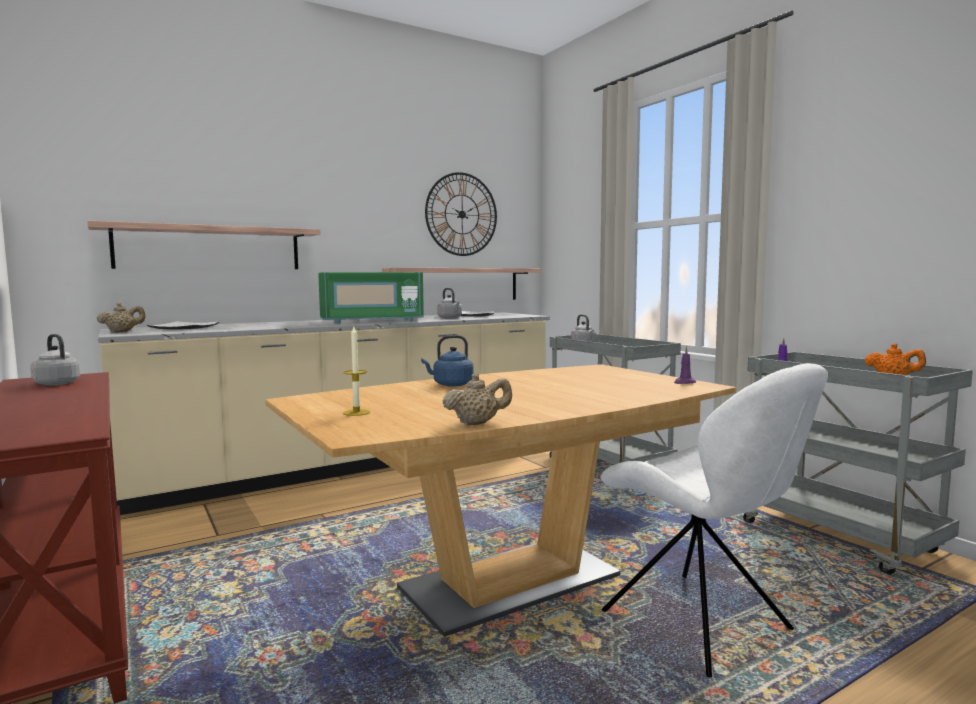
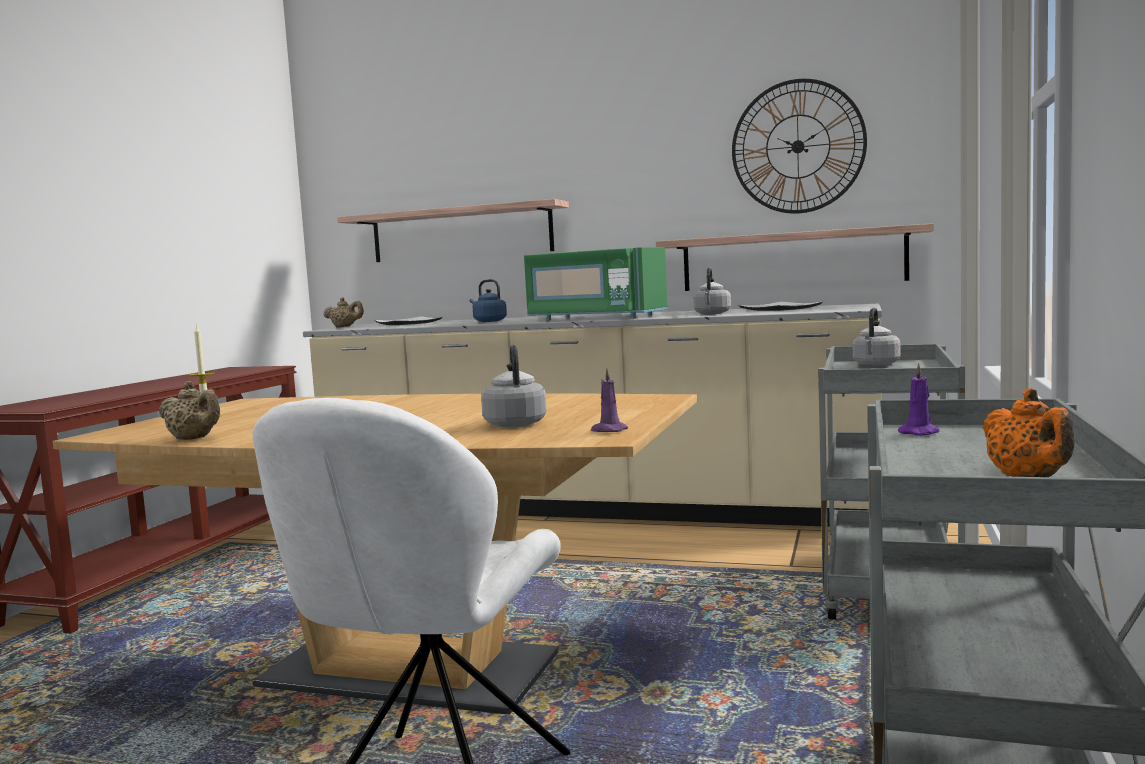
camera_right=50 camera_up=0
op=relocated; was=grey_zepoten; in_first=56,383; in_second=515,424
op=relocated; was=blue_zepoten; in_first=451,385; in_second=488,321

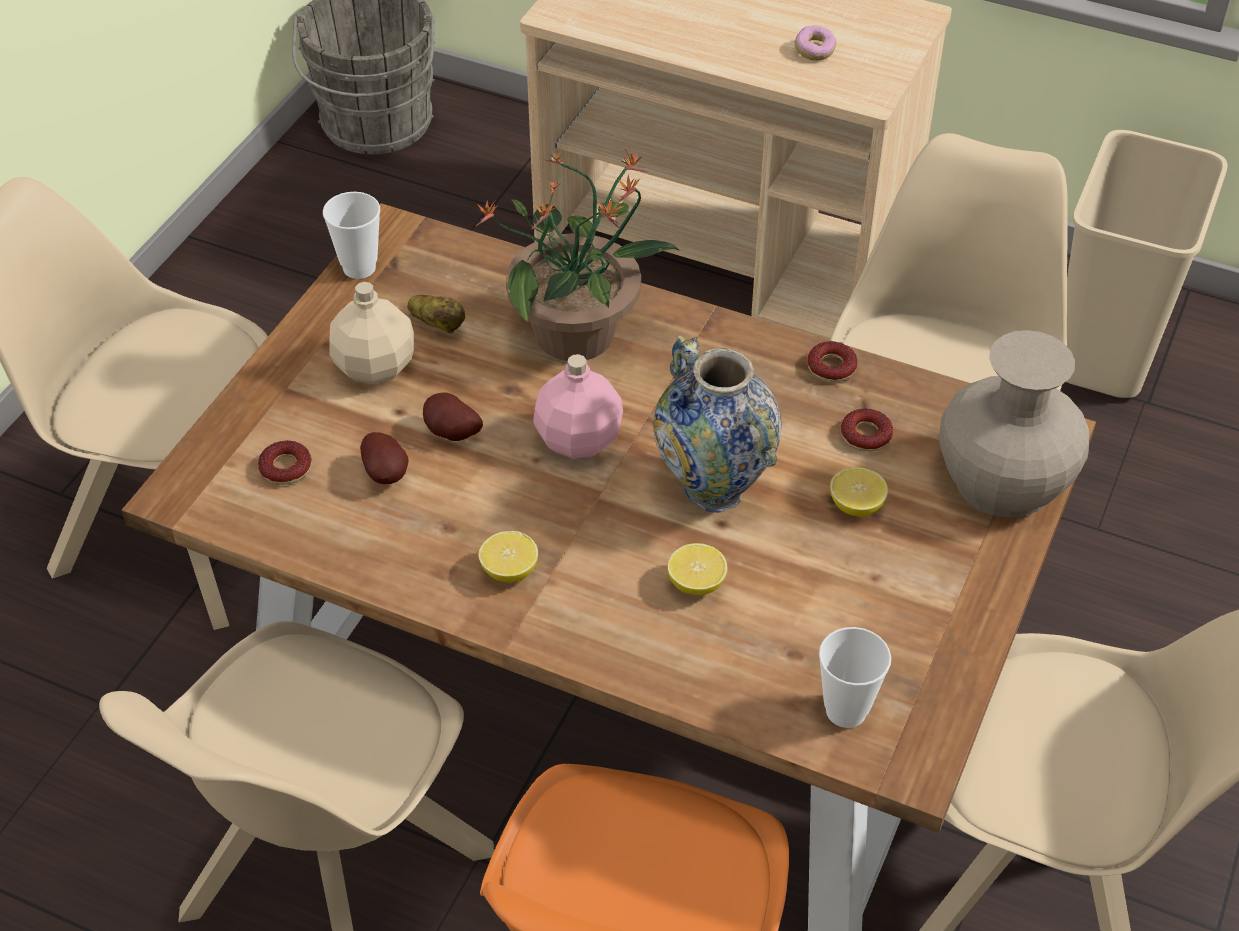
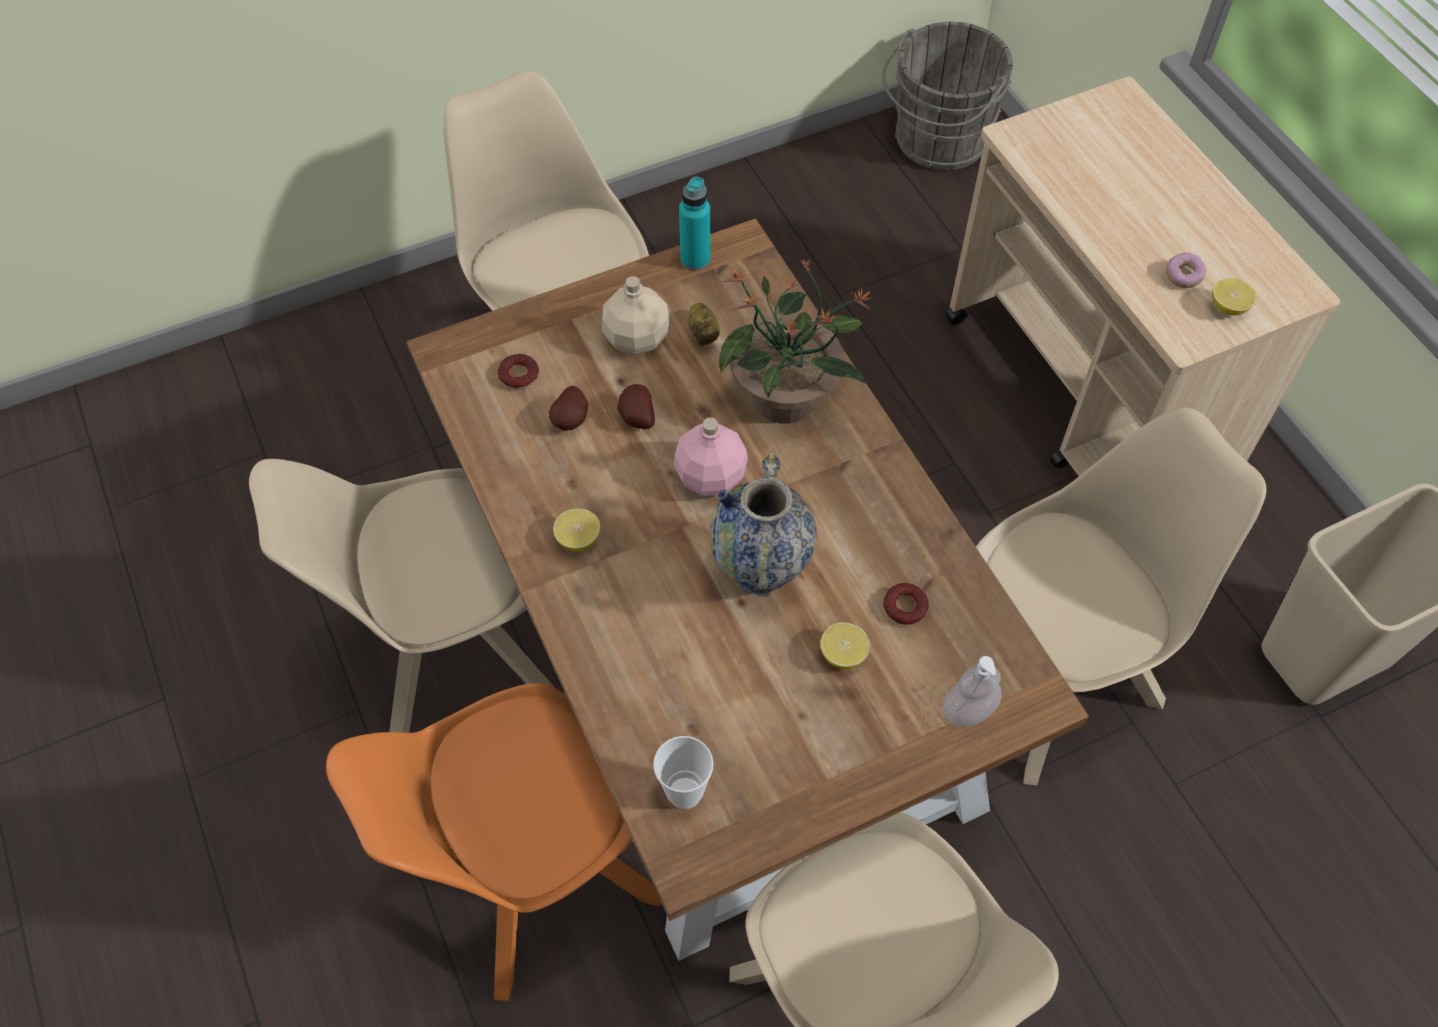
camera_right=40 camera_up=10
op=exchanged; was=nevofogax; now=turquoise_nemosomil; in_first=359,268; in_second=695,259
op=relocated; was=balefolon; in_first=696,583; in_second=1228,307
op=missing; was=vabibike; in_first=831,367
op=exchanged; was=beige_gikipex; now=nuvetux; in_first=1003,480; in_second=968,710

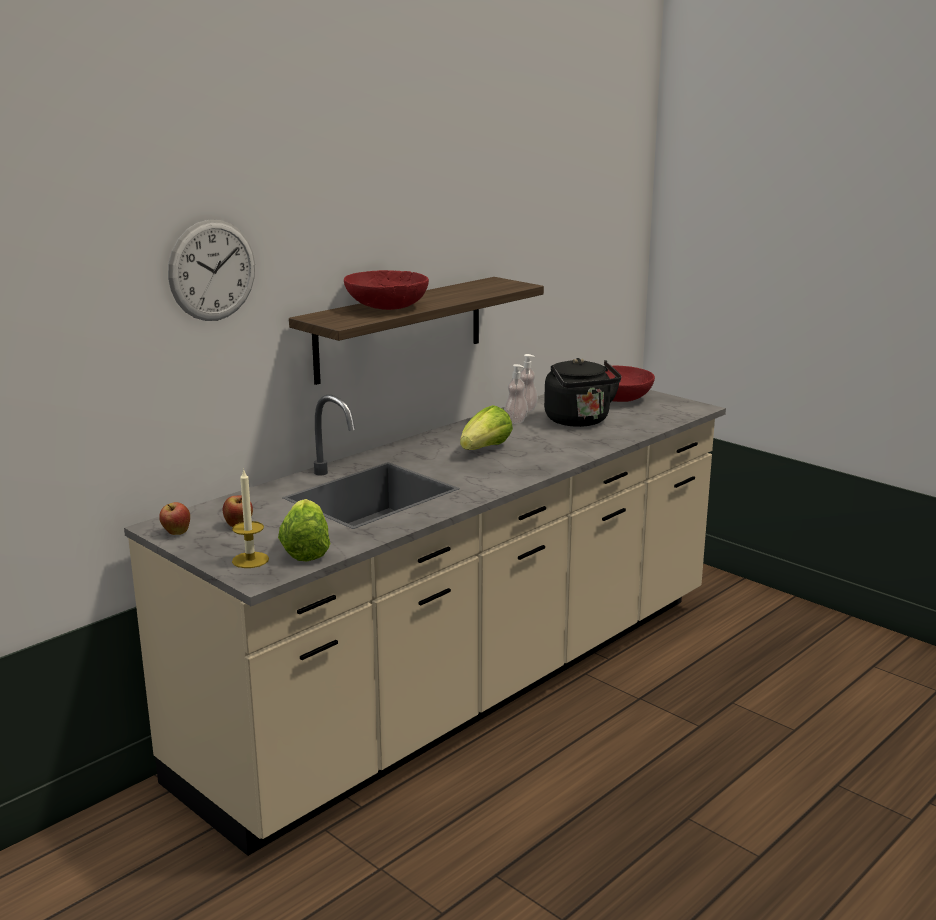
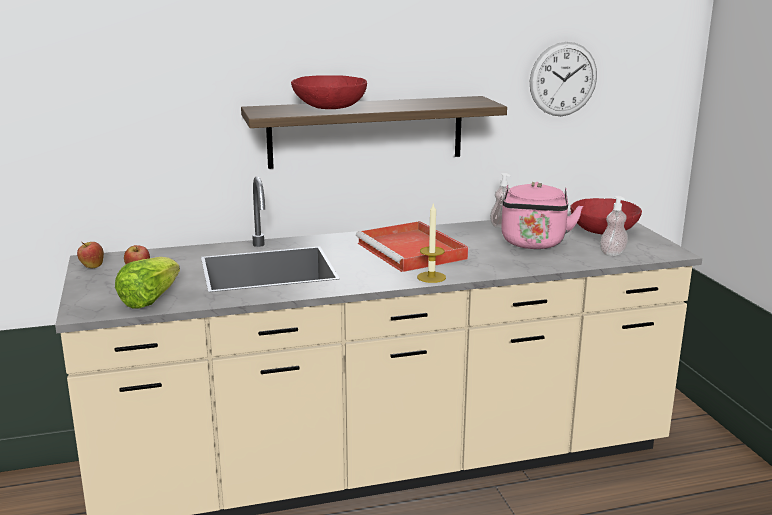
camera_right=30 camera_up=0
op=relocated; was=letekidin; in_first=212,270; in_second=563,79
op=relocated; was=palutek; in_first=250,560; in_second=431,277
op=exchanged; was=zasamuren; now=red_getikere; in_first=485,449; in_second=413,251
op=relocated; was=nuvetux; in_first=515,421; in_second=612,253
op=colour; was=black_zepoten; now=pink_zepoten; in_first=579,421; in_second=533,244

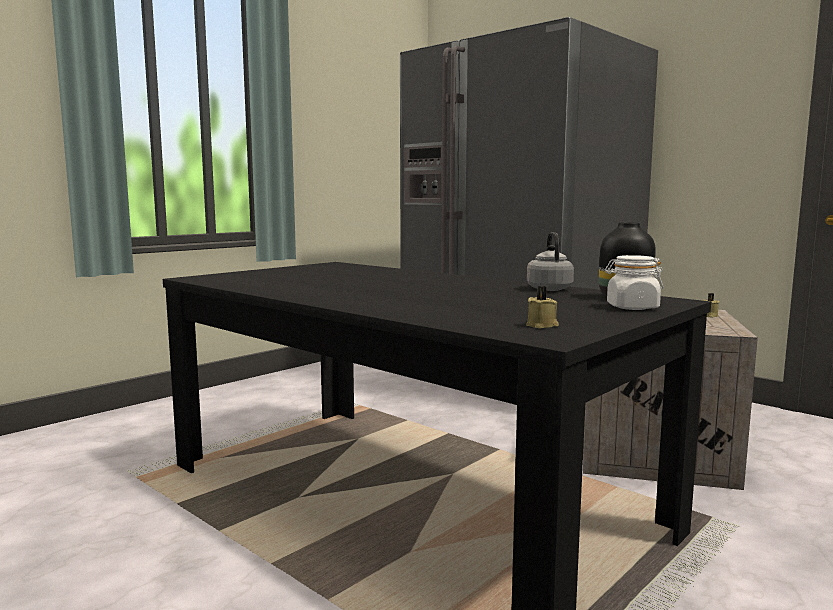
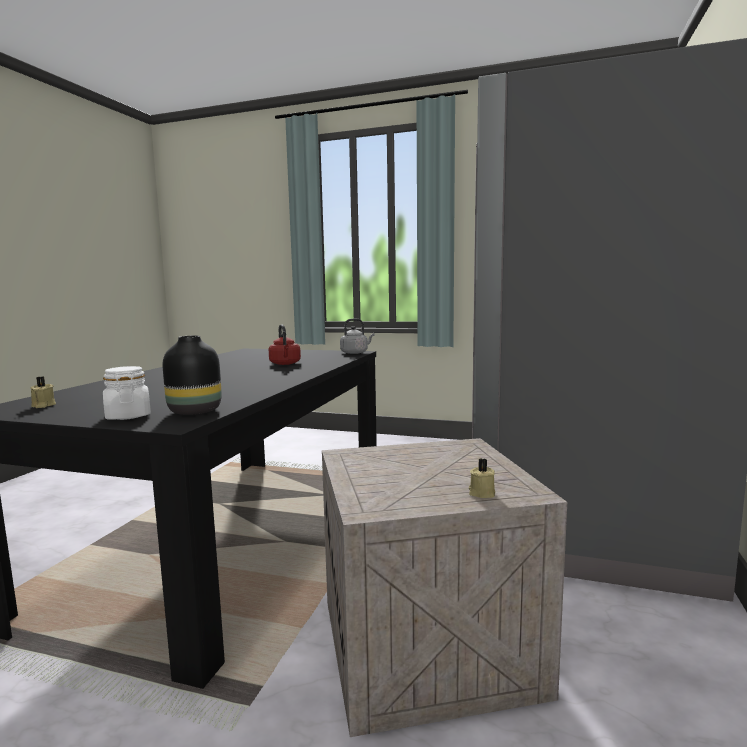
camera_right=65 camera_up=0
op=relocated; was=grey_zepoten; in_first=548,288; in_second=355,352
op=appeared; now=red_zepoten; in_second=285,364

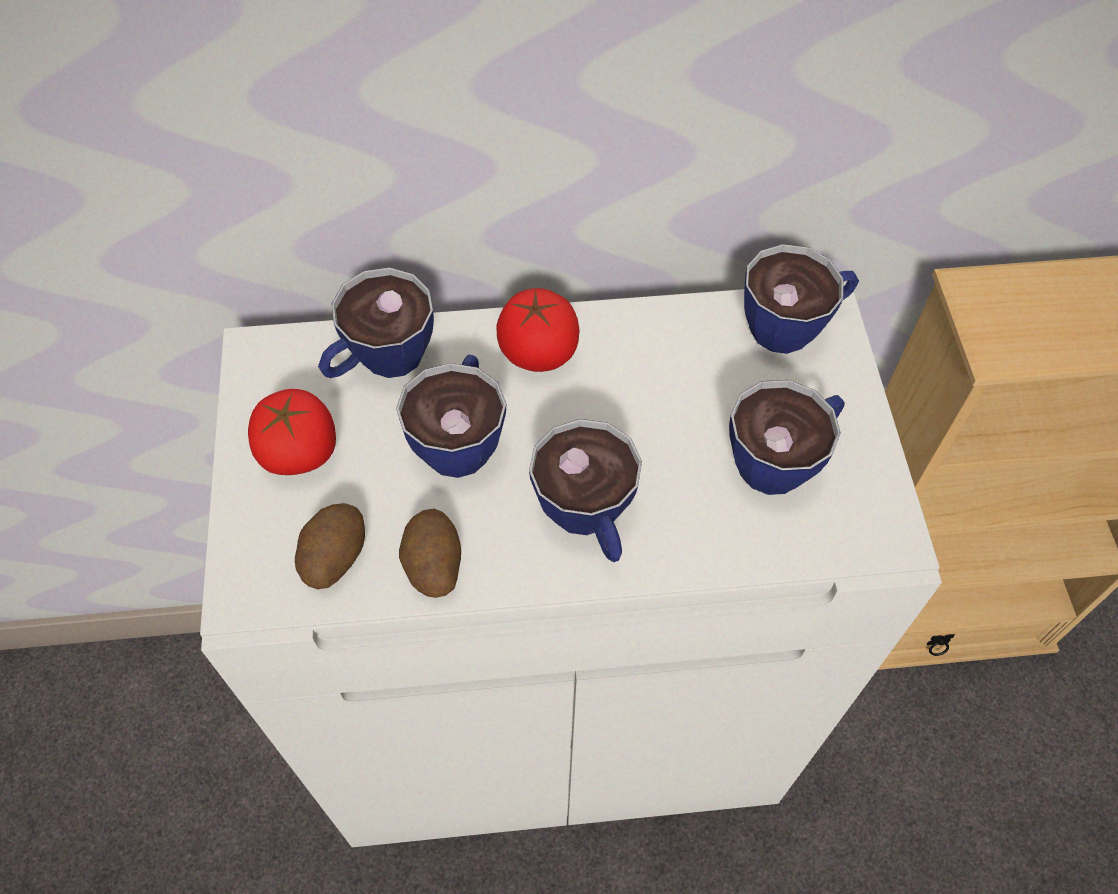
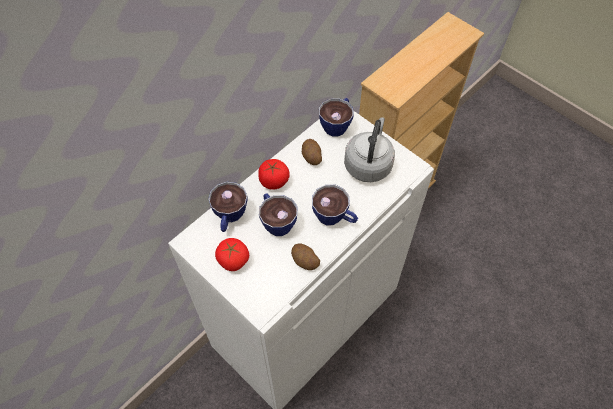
camera_right=-40 camera_up=0
op=relocated; was=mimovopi; in_first=333,556; in_second=311,157
op=exchanged; was=nevofogax; now=grey_zepoten; in_first=783,458; in_second=368,164

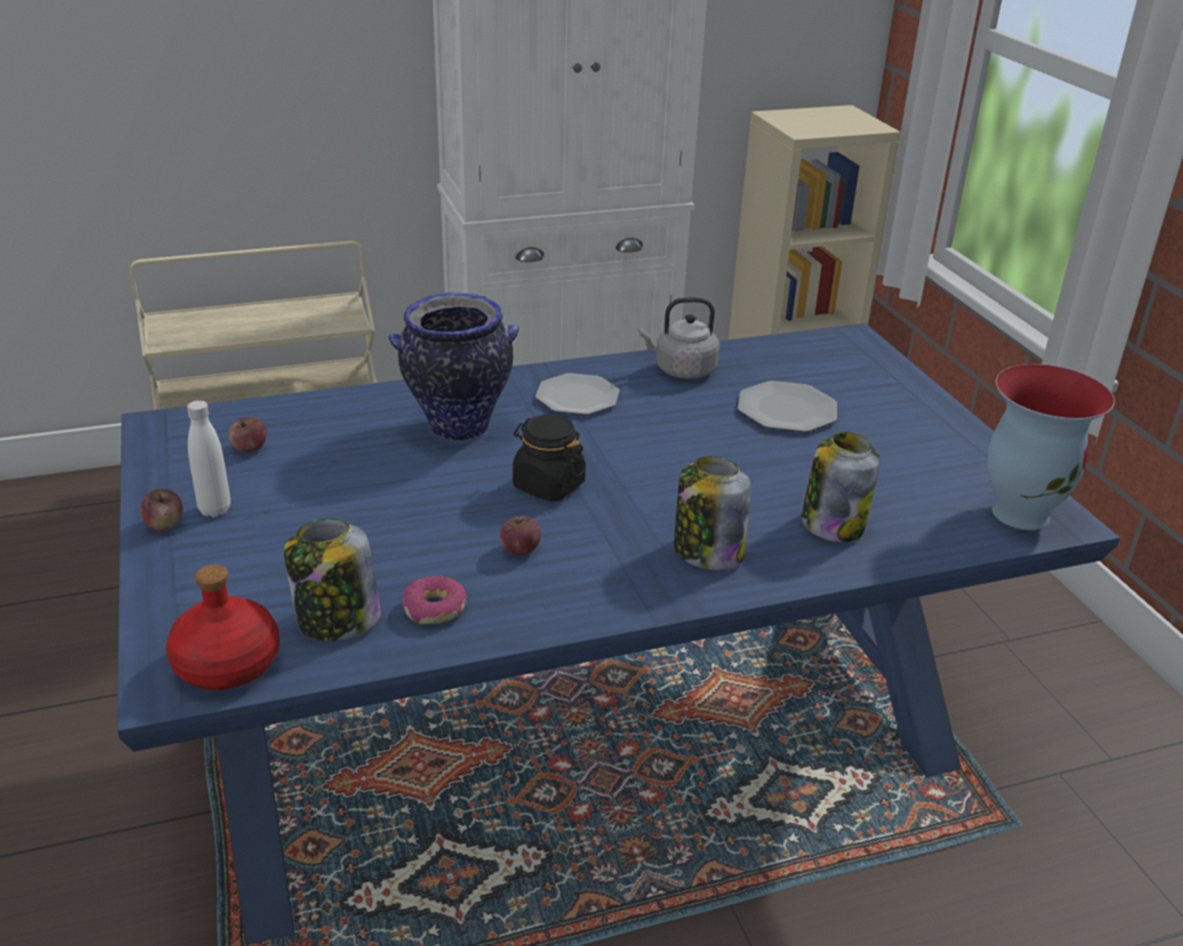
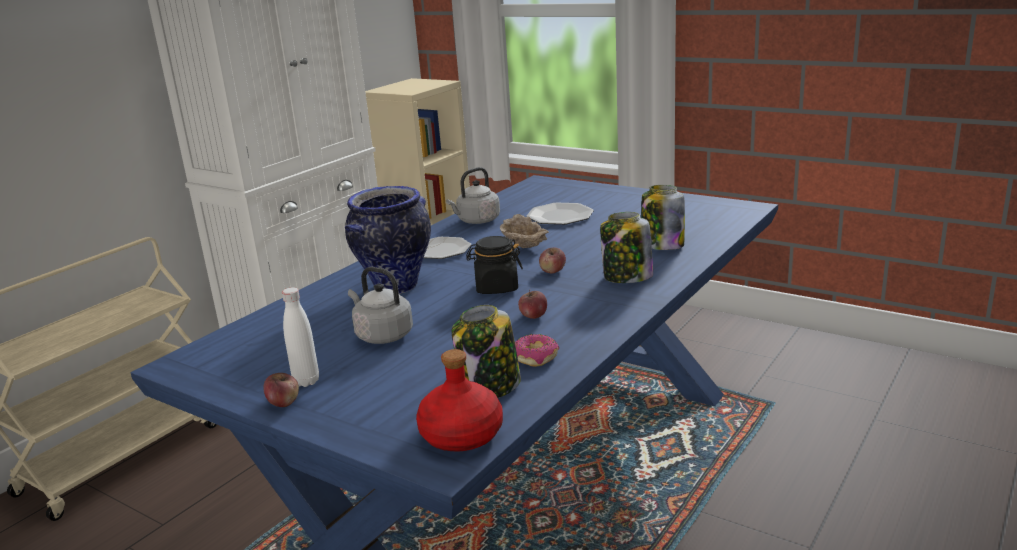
camera_right=-35 camera_up=-10
op=relocated; was=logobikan; in_first=249,448; in_second=552,271
op=missing; was=gikipex; in_first=1020,512
op=appeared; now=grey_zepoten; in_second=382,335
op=appeared; now=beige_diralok; in_second=524,247

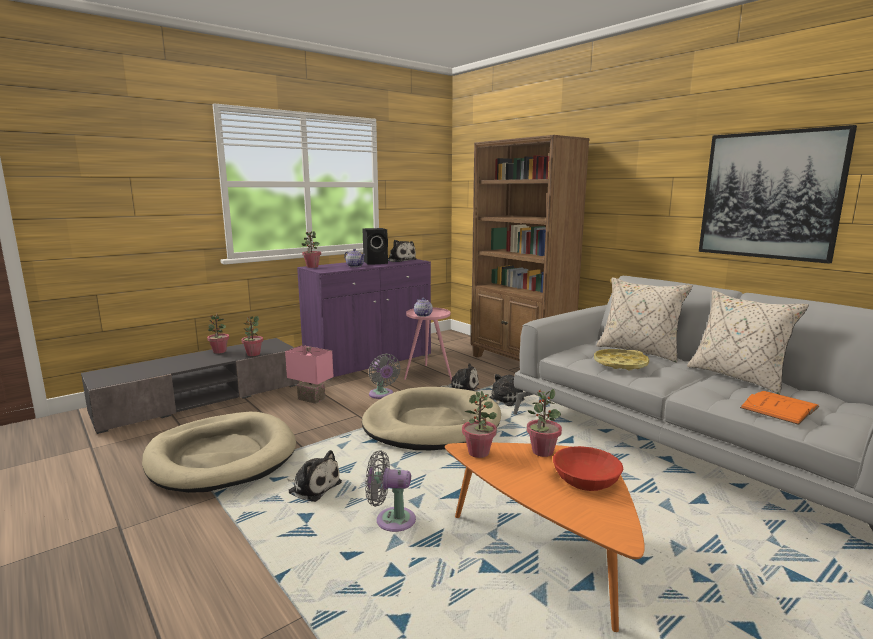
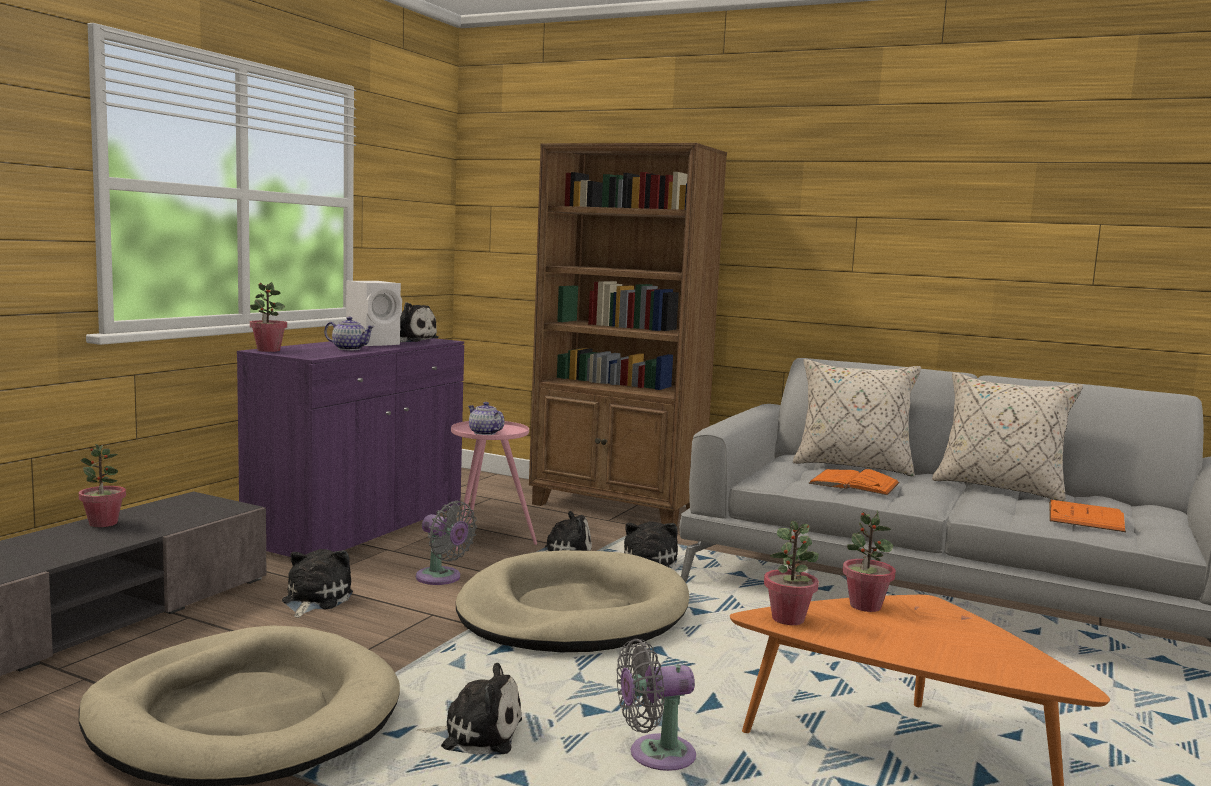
camera_right=-25 camera_up=-5
op=missing; was=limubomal; in_first=253,354
op=exchanged; was=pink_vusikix; now=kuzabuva; in_first=310,399; in_second=314,600
op=colour; was=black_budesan; now=white_budesan; in_first=376,262; in_second=375,343
op=missing; was=red_diralok; in_first=586,479
op=exchanged; was=yellow_getikere; now=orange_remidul; in_first=620,364; in_second=854,483
op=missing; was=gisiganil; in_first=770,195

